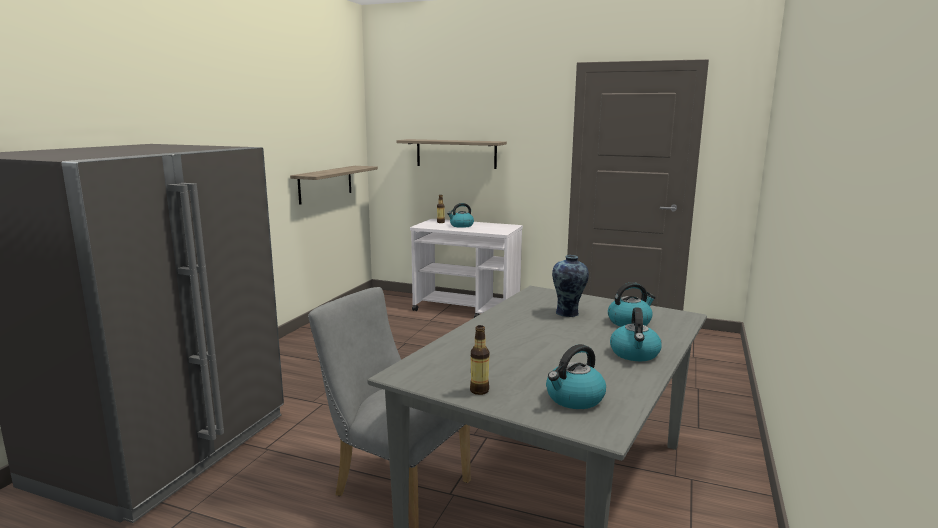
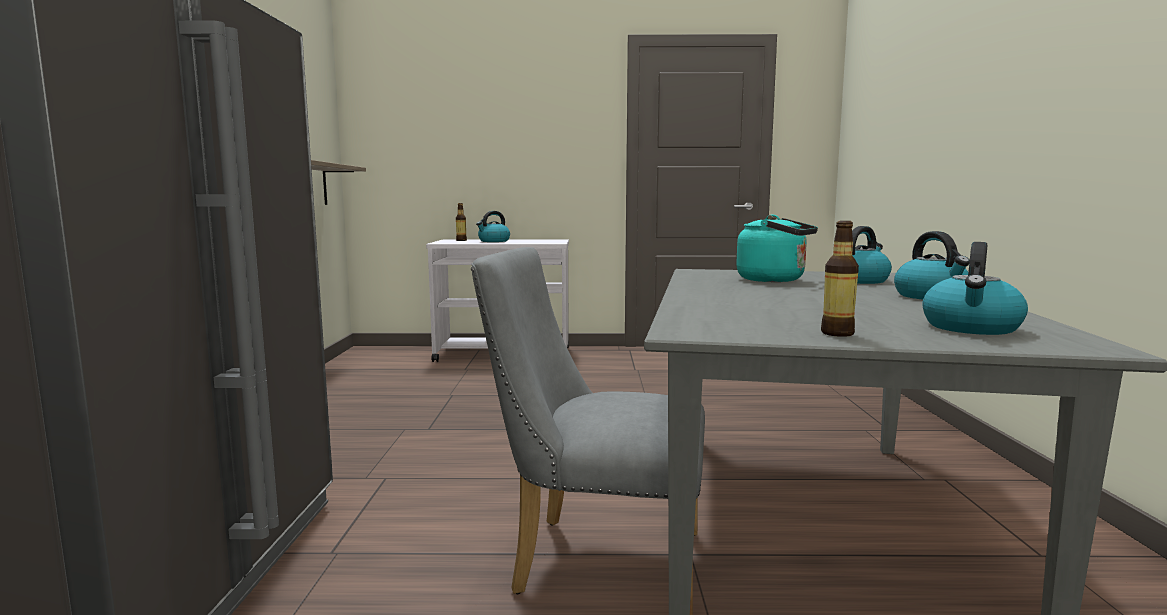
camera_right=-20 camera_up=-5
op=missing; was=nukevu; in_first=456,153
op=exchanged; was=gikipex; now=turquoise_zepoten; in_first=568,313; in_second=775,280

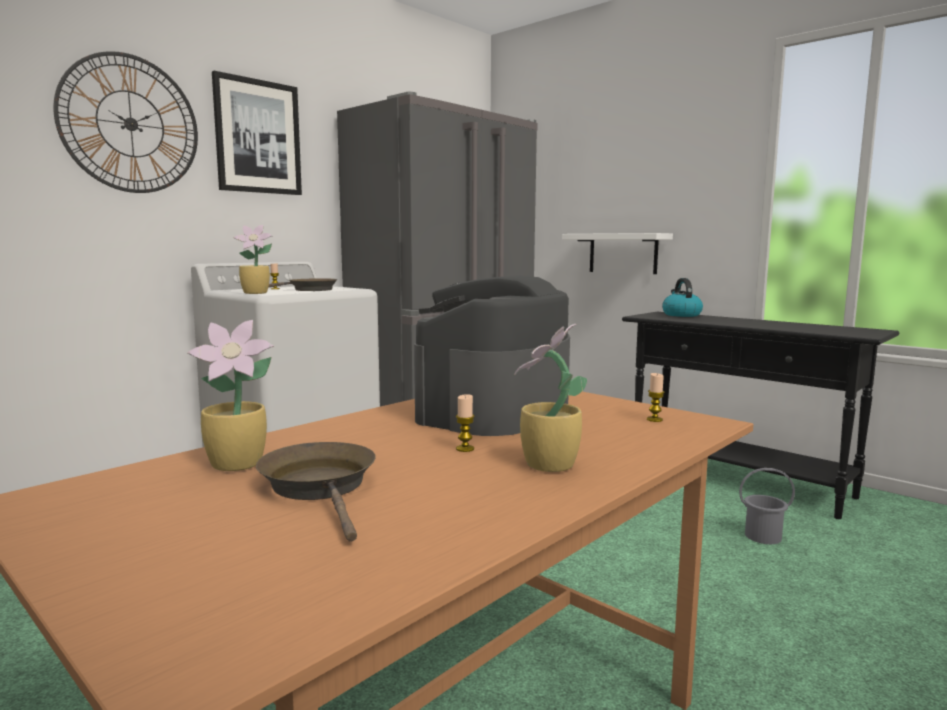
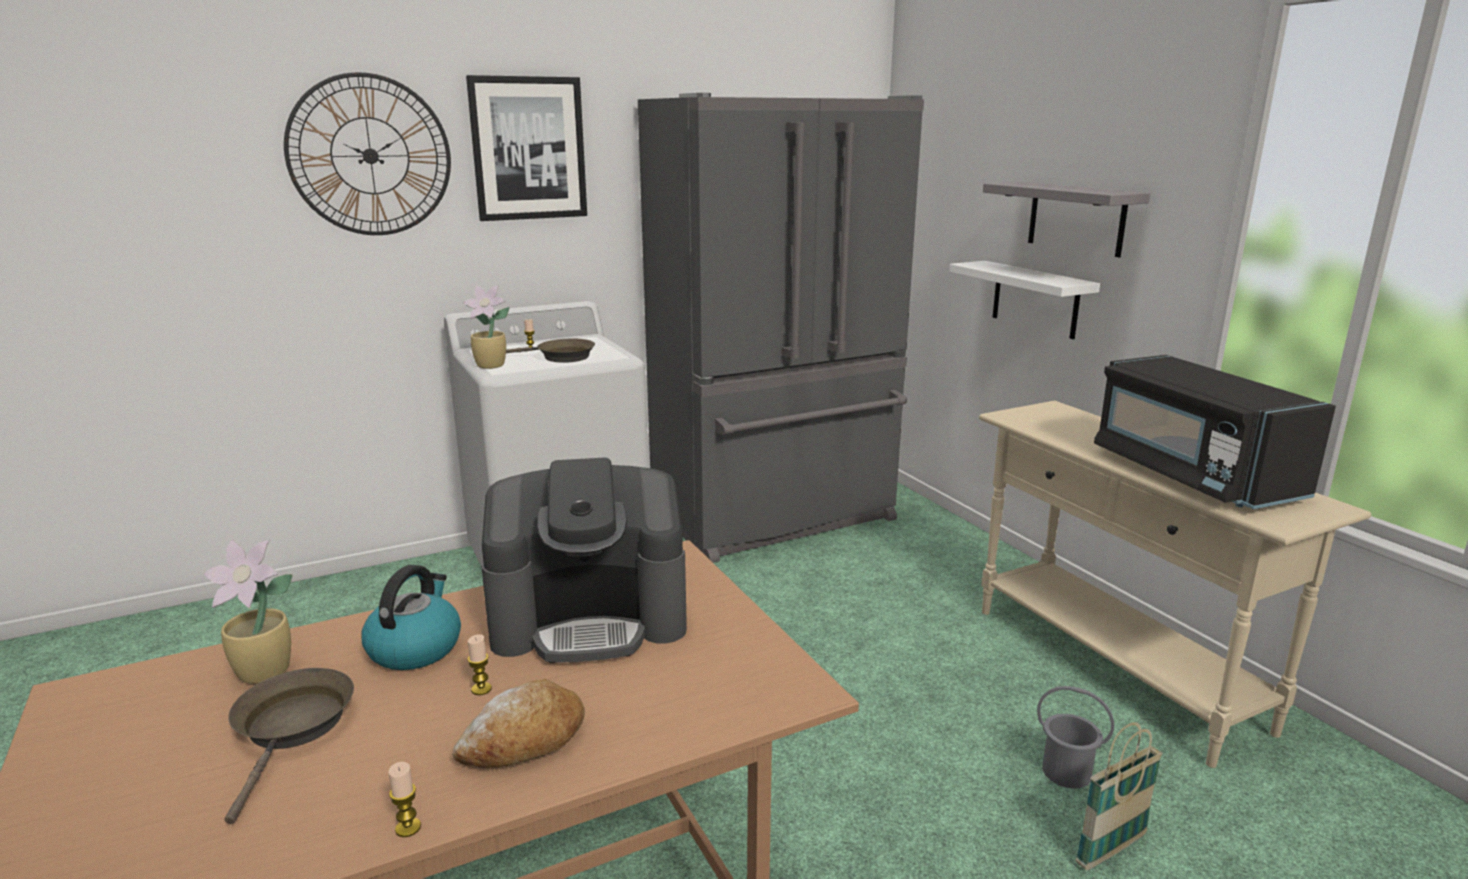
camera_right=20 camera_up=10
op=spun; was=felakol; in_first=494,411; in_second=590,617; clockwise=-150
op=exchanged; was=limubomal; now=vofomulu; in_first=547,466; in_second=524,740
op=colour; was=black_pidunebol; now=beige_pidunebol; in_first=738,481; in_second=1114,668
op=relocated; was=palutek; in_first=654,419; in_second=408,828
op=relocated; was=zepoten; in_first=681,315; in_second=415,648
op=appeared; now=grey_nukevu; in_second=1076,218
op=appeared; now=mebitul; in_second=1111,850
op=appeared; now=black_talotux; in_second=1191,474

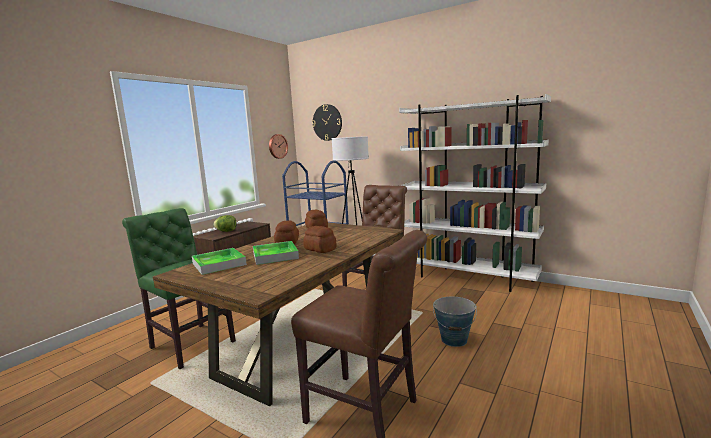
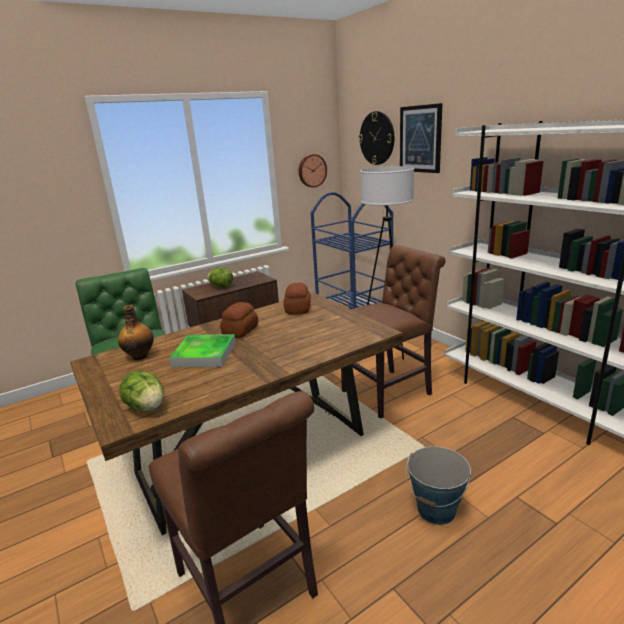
camera_right=25 camera_up=10
op=exchanged; was=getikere; now=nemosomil; in_first=219,264; in_second=140,356
op=missing; was=vofomulu; in_first=320,249
op=appeared; now=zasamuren; in_second=146,407
op=appeared; now=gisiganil; in_second=420,139

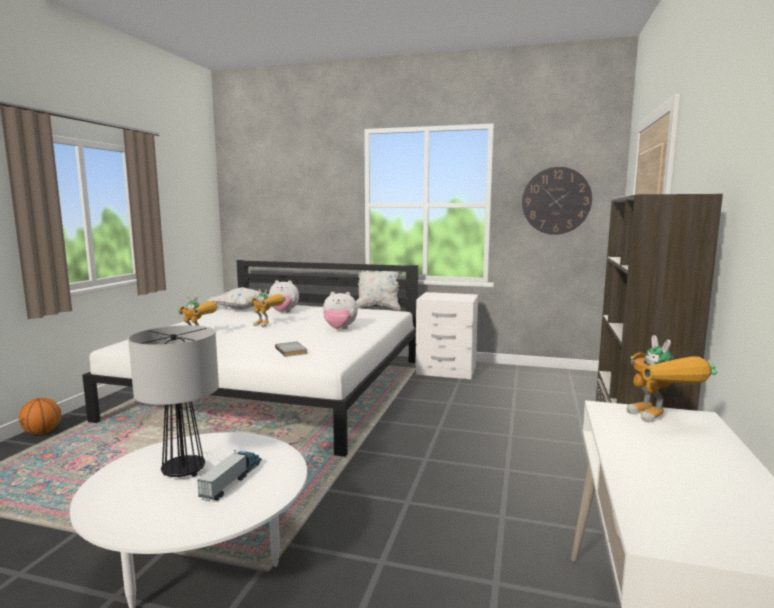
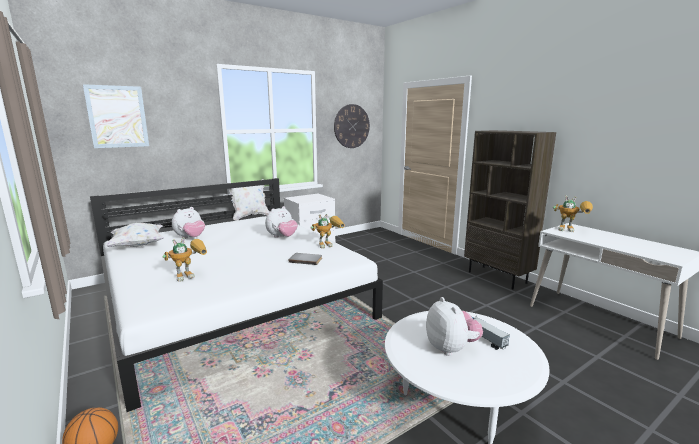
camera_right=-50 camera_up=5
op=exchanged; was=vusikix; now=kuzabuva; in_first=183,471; in_second=451,348
op=relocated; was=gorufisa; in_first=268,325; in_second=329,244
op=appeared; now=gisiganil; in_second=117,117

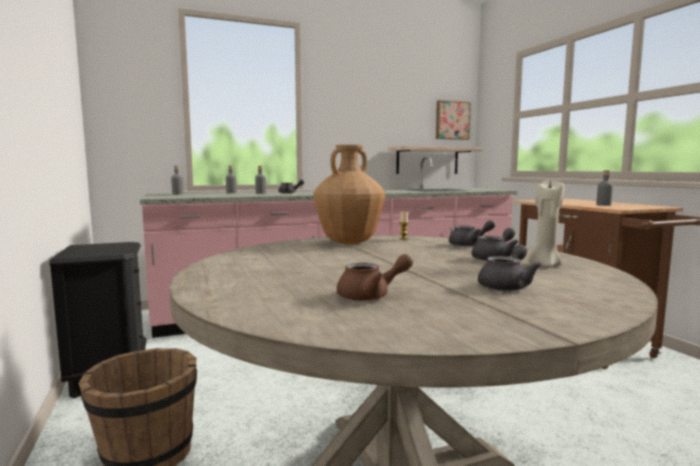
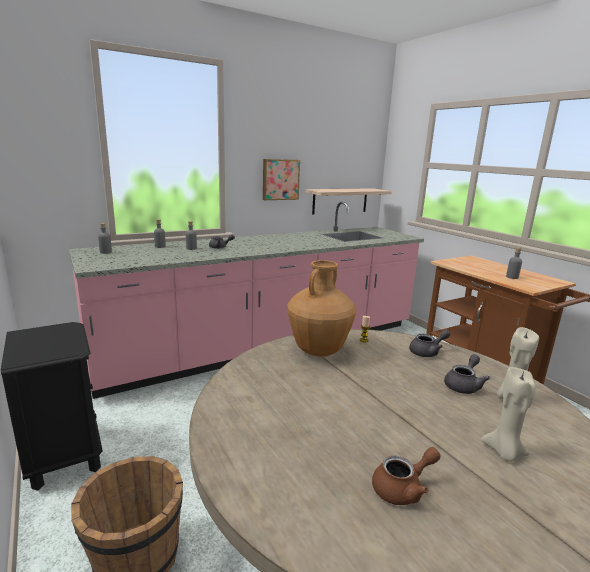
camera_right=-10 camera_up=10
op=relocated; was=gisiganil; in_first=452,120; in_second=280,179
op=exchanged; was=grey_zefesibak; now=beige_palutek; in_first=507,286; in_second=504,452

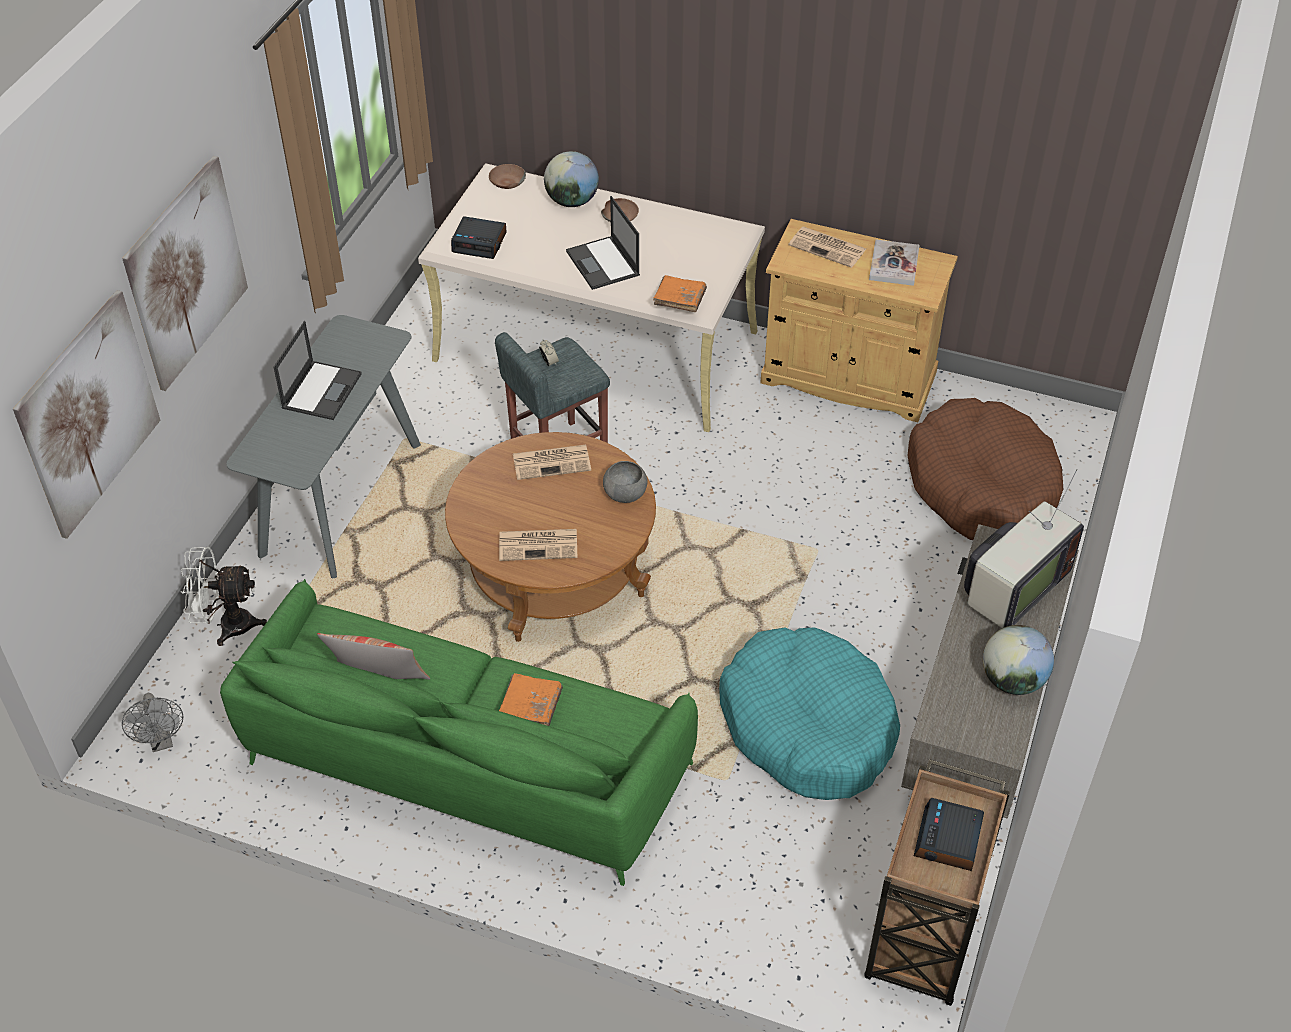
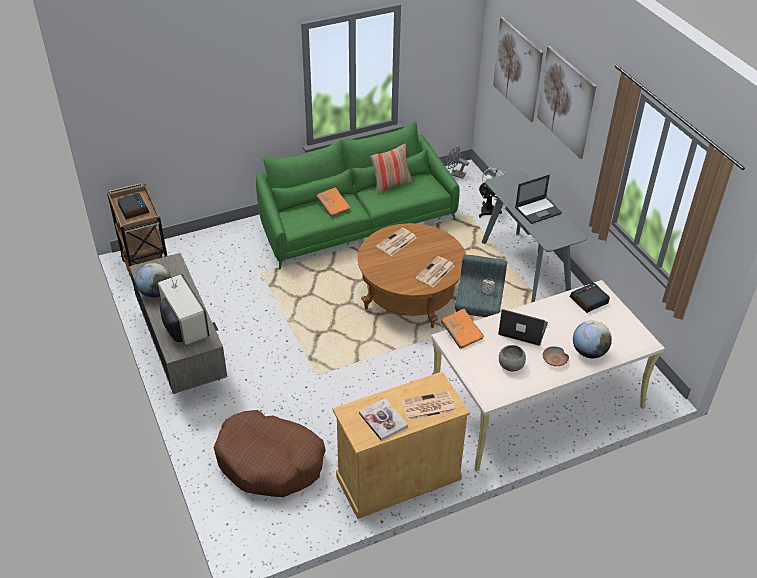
camera_right=135 camera_up=-5
op=spun; was=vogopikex; in_first=322,390; in_second=538,210; clockwise=-90
op=missing; was=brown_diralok; in_first=506,182
op=relocated; was=grey_diralok; in_first=624,493; in_second=511,365
op=missing; was=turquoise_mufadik; in_first=807,726
op=spun; was=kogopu; in_first=1012,590; in_second=183,327; clockwise=150

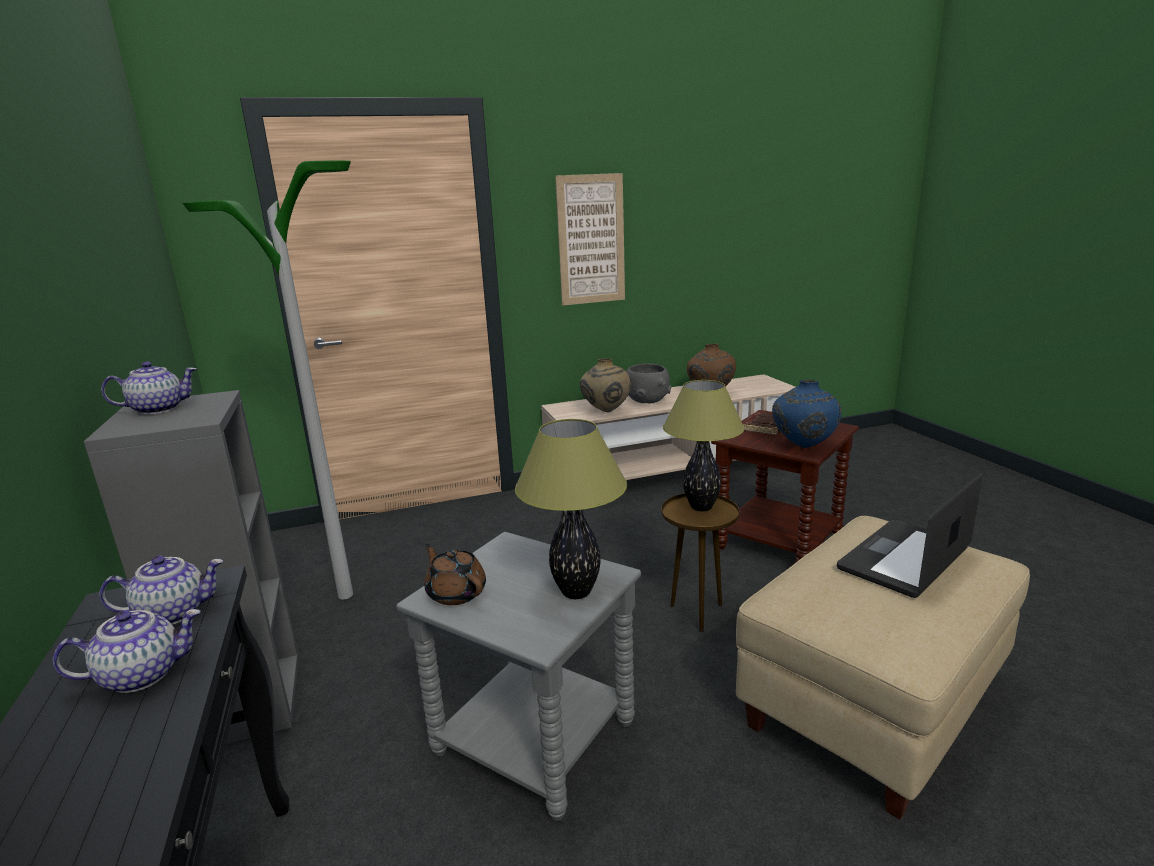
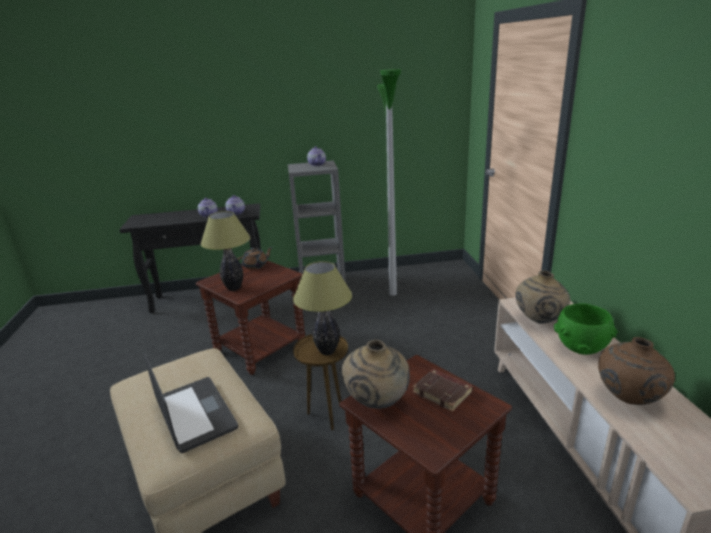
camera_right=100 camera_up=5
op=colour; was=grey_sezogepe; now=brown_sezogepe; in_first=532,739; in_second=260,347
op=missing; was=gisiganil; in_first=591,240
op=colour; was=grey_diralok; now=green_diralok; in_first=646,401; in_second=581,347
op=colour; was=blue_gikipex; now=beige_gikipex; in_first=803,447; in_second=377,403

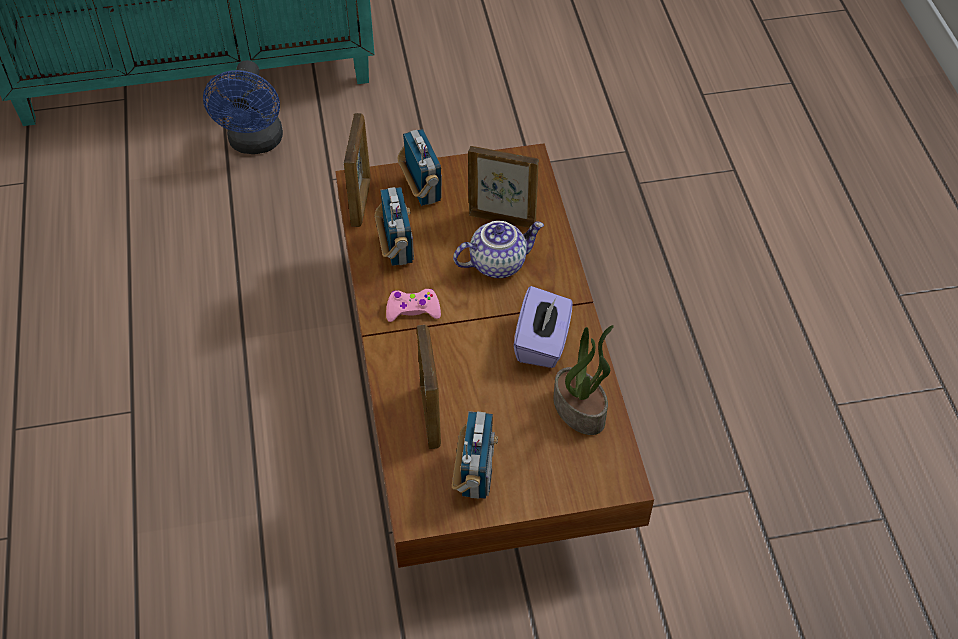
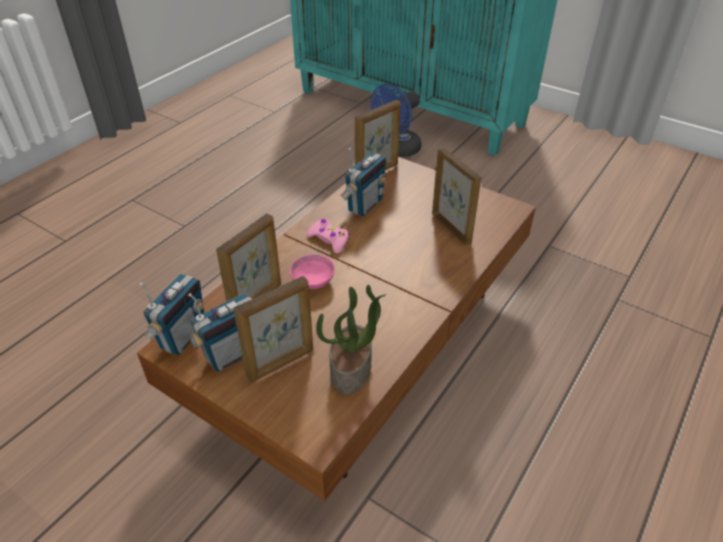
camera_right=45 camera_up=-10
op=relocated; was=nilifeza; in_first=422,190; in_second=182,337
op=missing; was=zefesibak; in_first=498,262
op=missing; was=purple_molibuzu; in_first=542,342
op=appeared; now=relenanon; in_second=281,363
op=appeared; now=pink_diralok; in_second=313,281

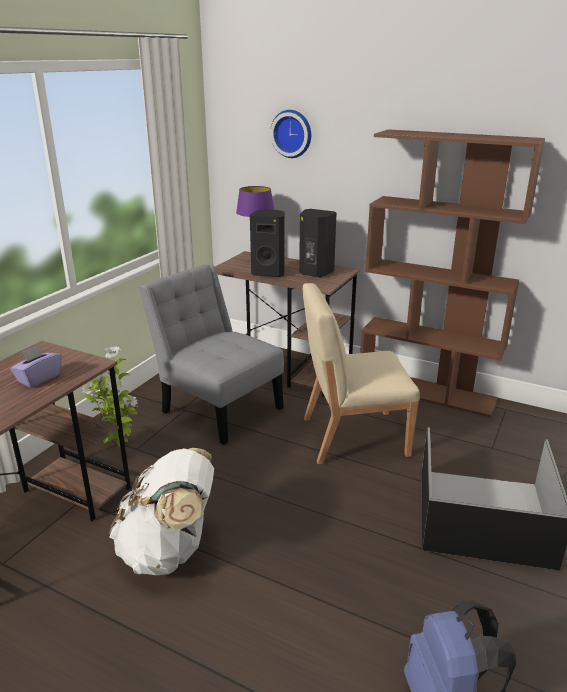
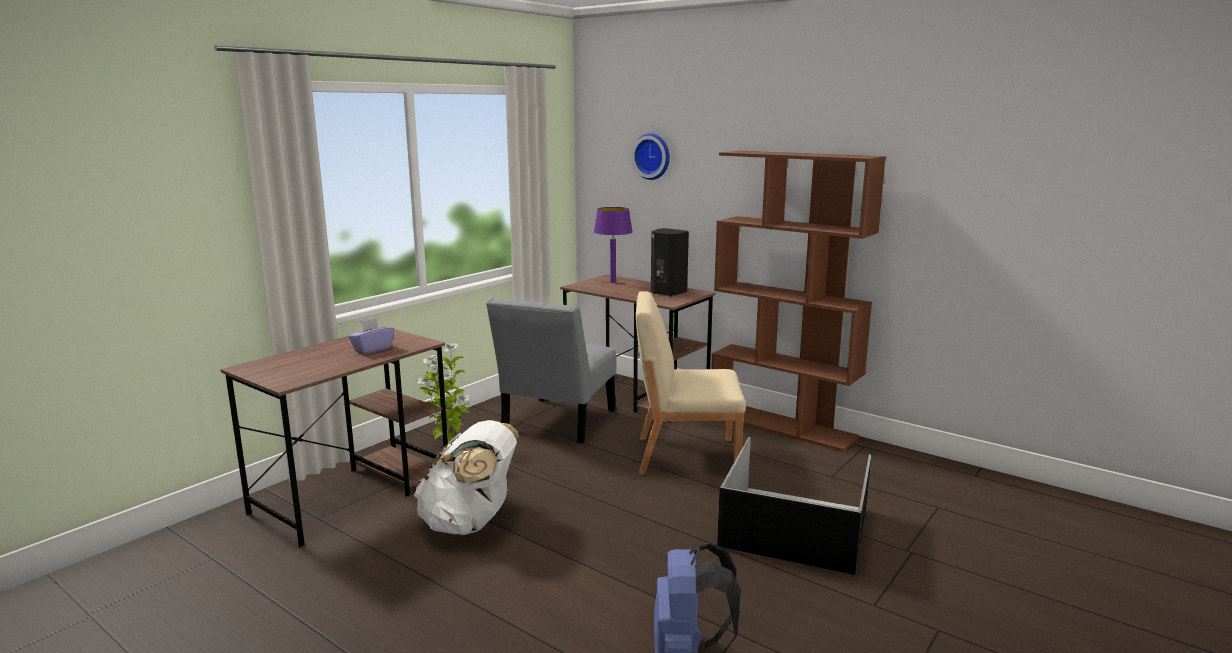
camera_right=10 camera_up=-10
op=spun; was=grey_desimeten; in_first=218,407; in_second=556,423; clockwise=-120
op=missing; was=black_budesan; in_first=269,273

